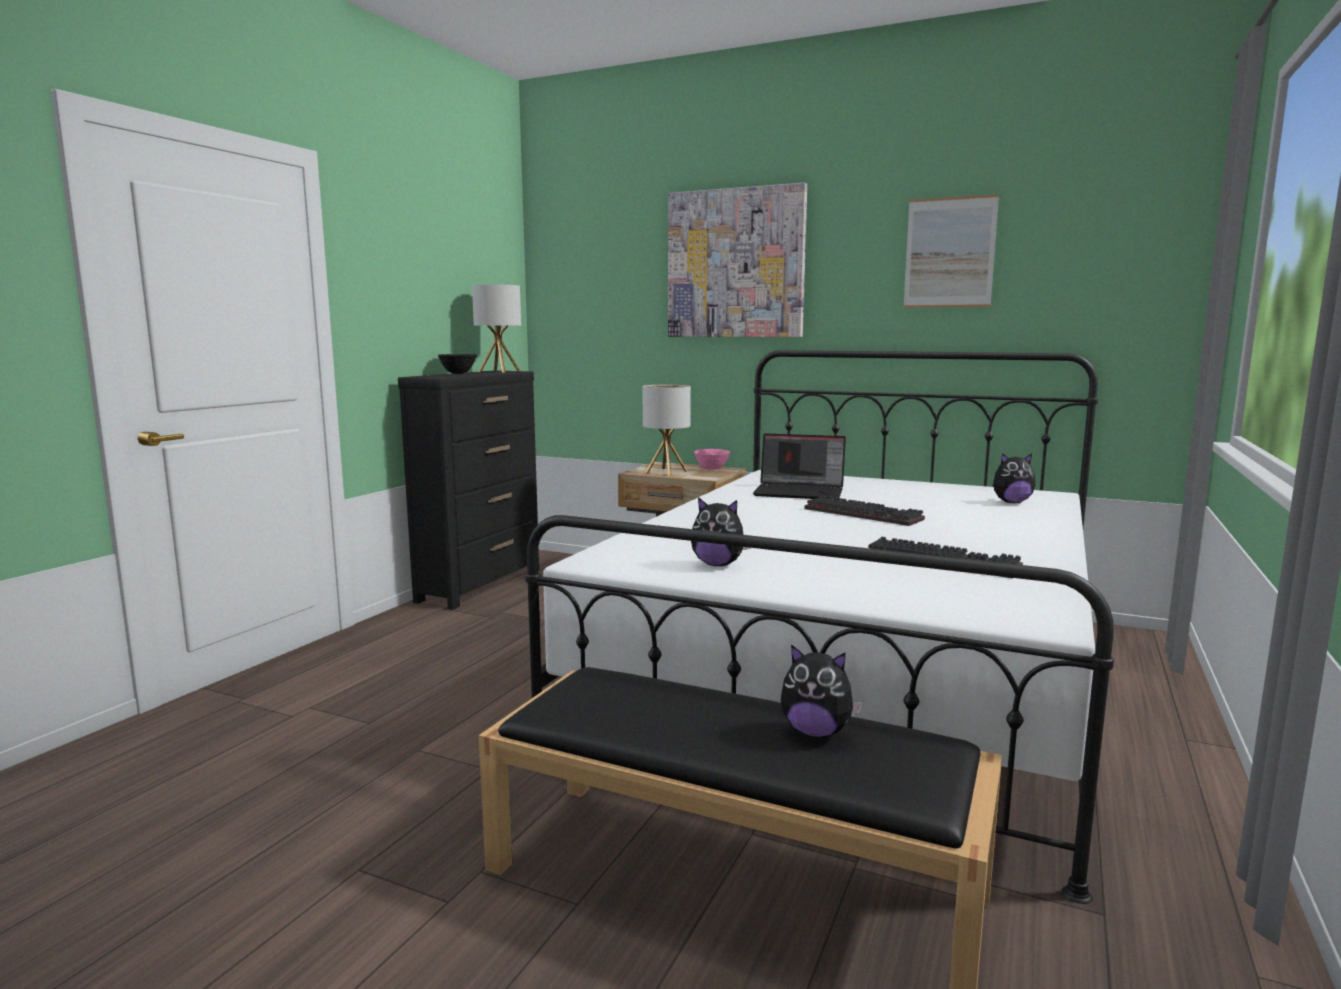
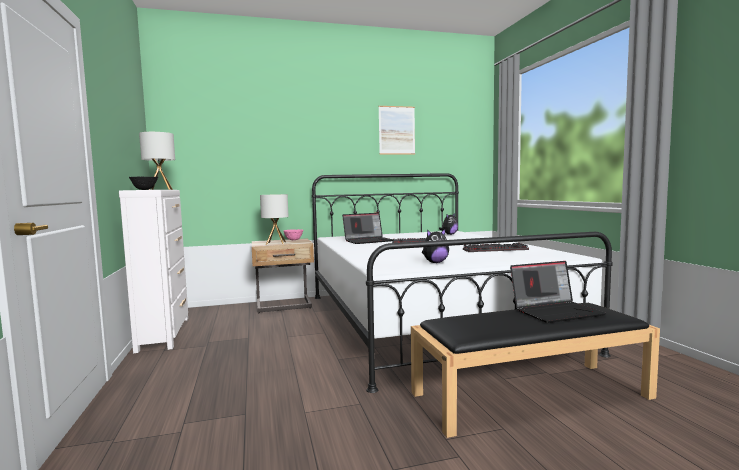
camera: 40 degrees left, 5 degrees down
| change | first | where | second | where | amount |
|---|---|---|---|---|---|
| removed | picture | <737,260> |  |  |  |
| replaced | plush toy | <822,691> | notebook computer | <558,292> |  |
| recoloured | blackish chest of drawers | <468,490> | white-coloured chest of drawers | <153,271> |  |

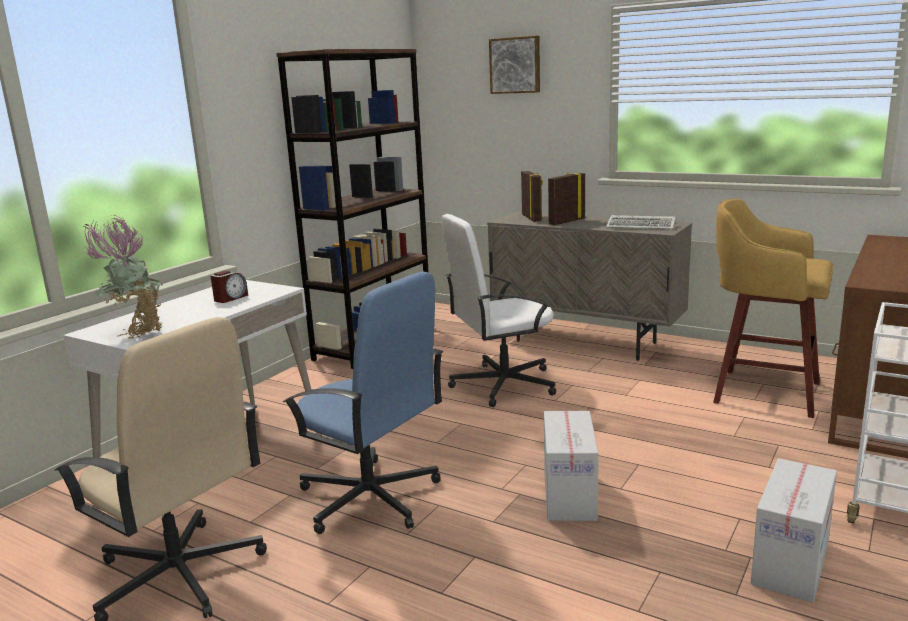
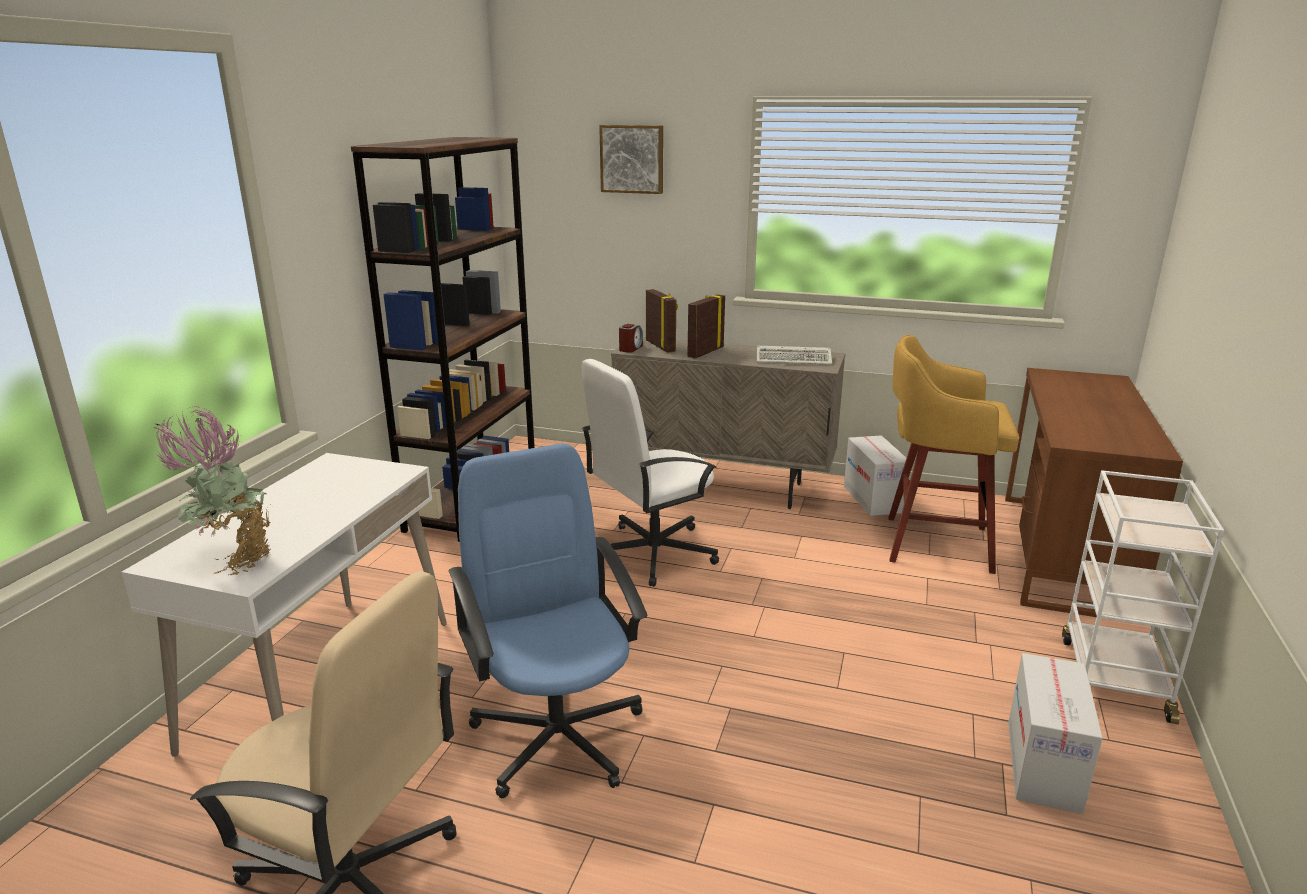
camera: 15 degrees left, 5 degrees up
| change | first | where | second | where | amount |
|---|---|---|---|---|---|
| moved | table clock | <229,287> |  | <631,338> |  |
| moved | cardboard box | <571,466> |  | <876,476> |  |
| turned | bluish computer chair | <363,403> |  | <547,620> | 135 degrees counterclockwise |

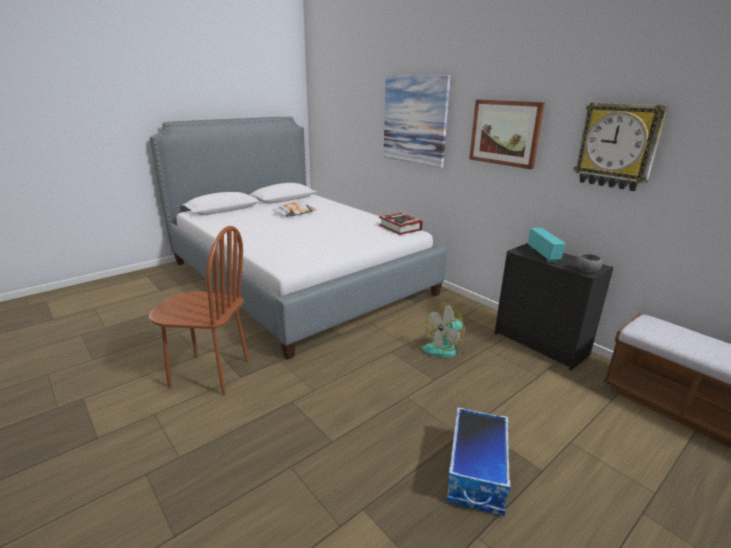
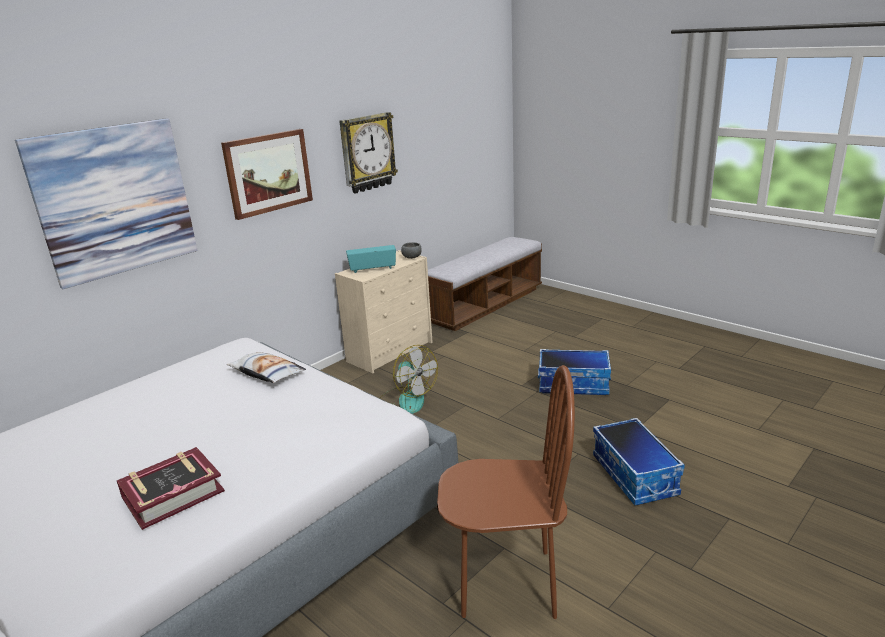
camera: 95 degrees left, 0 degrees up
| change | first | where | second | where | amount |
|---|---|---|---|---|---|
| added |  |  | storage container | <639,461> |  |
| moved | pillow | <294,209> |  | <266,367> |  |
| moved | volume | <401,224> |  | <171,488> |  |
| recoloured | blackish chest of drawers | <554,306> | beige chest of drawers | <384,312> |  |
| turned | brownish plain chair | <199,311> |  | <506,492> | 90 degrees clockwise |

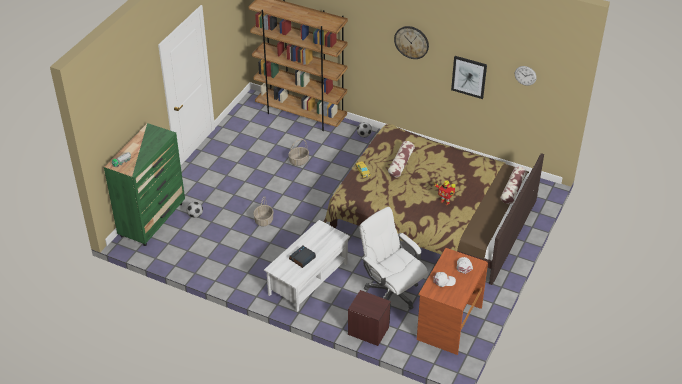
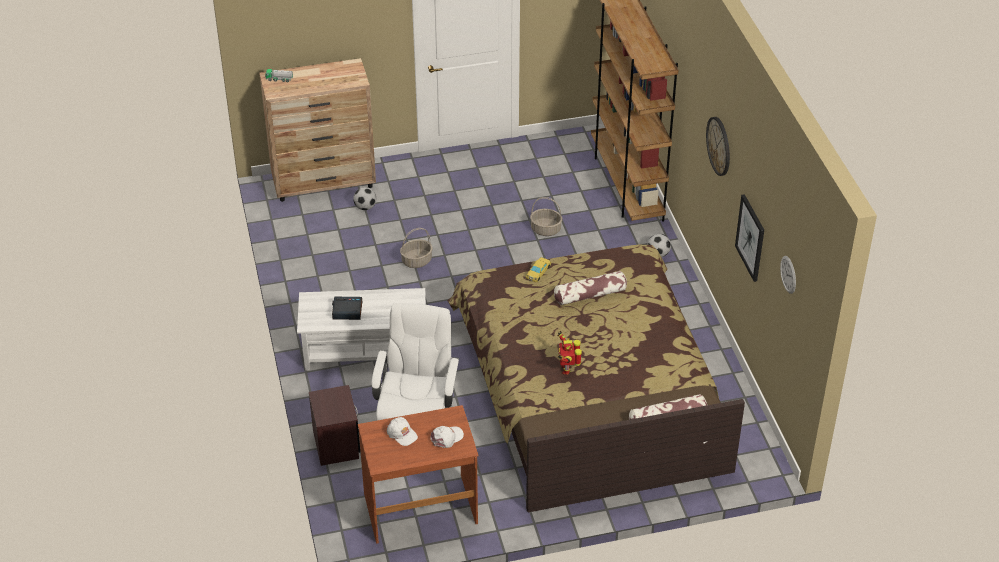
camera: 50 degrees right, 0 degrees up
| change | first | where | second | where | amount |
|---|---|---|---|---|---|
| recoloured | greenish chest of drawers | <144,184> | brownish chest of drawers | <317,130> |  |

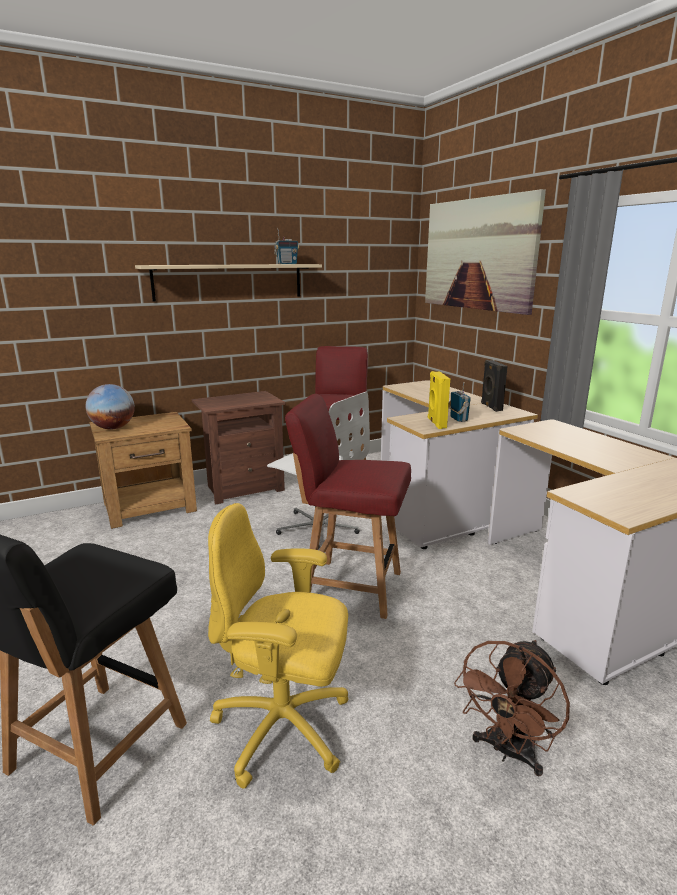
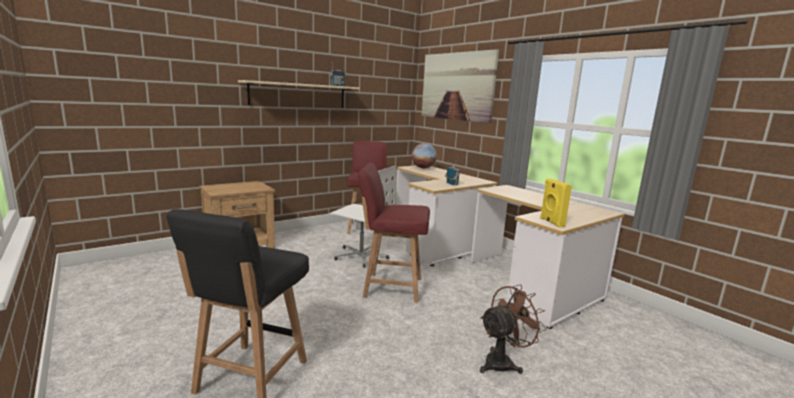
camera: 10 degrees left, 5 degrees down
| change | first | where | second | where | amount |
|---|---|---|---|---|---|
| removed | brownish bedside table | <238,448> |  |  |  |
| removed | yellow-coloured computer chair | <278,646> |  |  |  |
| removed | blackish audio speaker | <494,386> |  |  |  |
| moved | world globe | <110,406> |  | <424,155> |  |
| moved | yellow-coloured audio speaker | <439,400> |  | <556,202> |  |
| turned | brownish fan | <512,708> |  | <513,329> | 150 degrees counterclockwise |

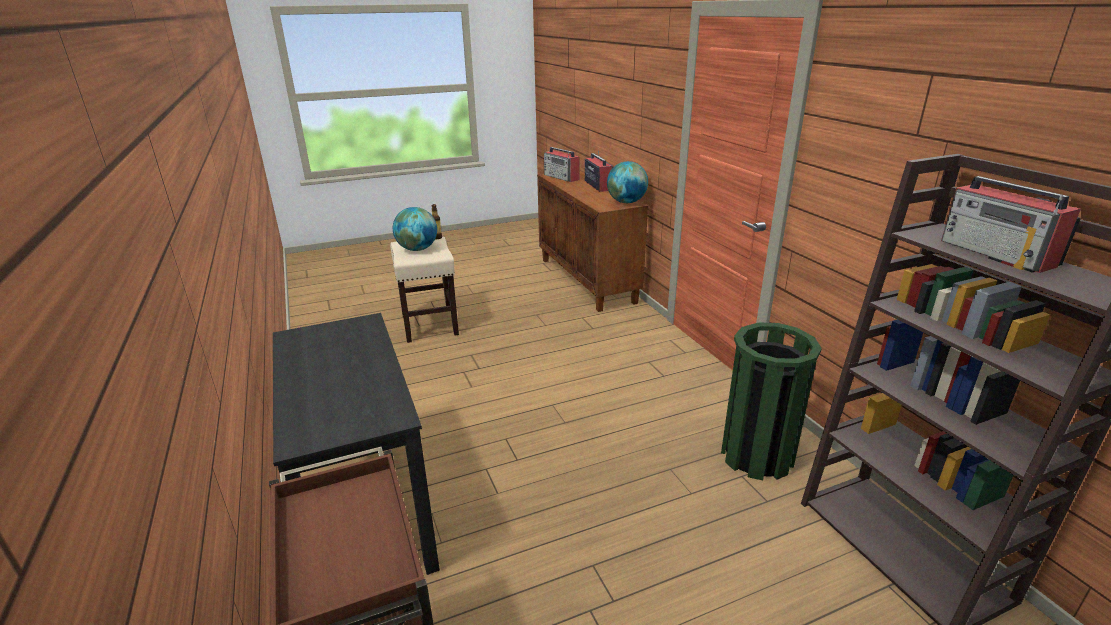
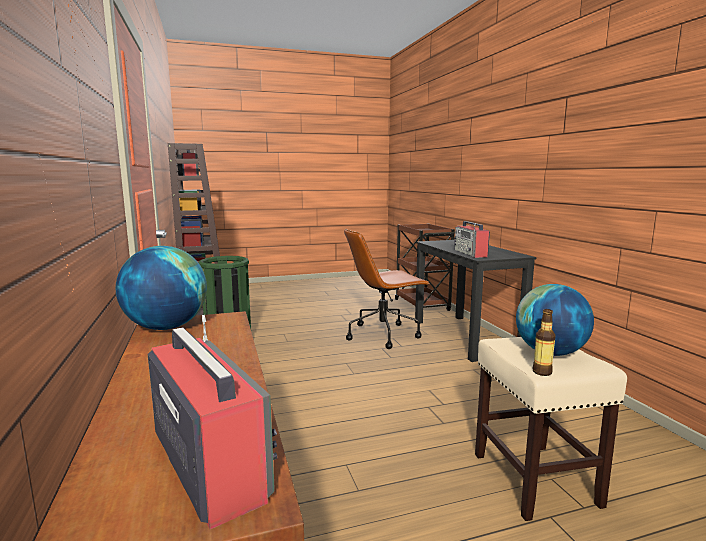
camera: 175 degrees left, 15 degrees down
| change | first | where | second | where | amount |
|---|---|---|---|---|---|
| added |  |  | brownish computer chair | <387,289> |  |
| moved | radio set | <599,171> |  | <472,239> |  |

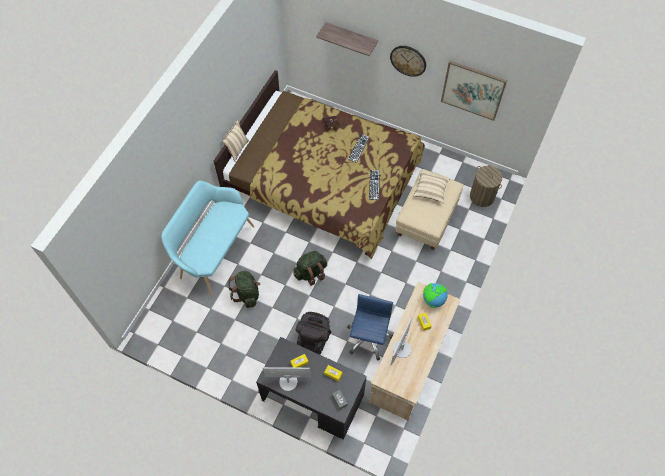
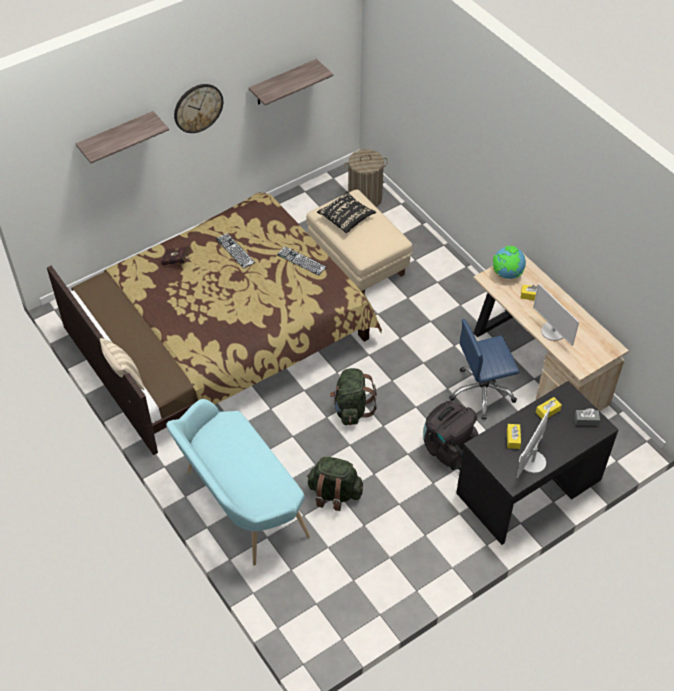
camera: 60 degrees left, 10 degrees down
| change | first | where | second | where | amount |
|---|---|---|---|---|---|
| replaced | picture | <474,91> | bracket shelf | <291,82> |  |
| recoloured | beige pillow | <431,187> | blackish pillow | <346,212> |  |
| turned | bluish computer chair | <370,327> |  | <484,369> | 60 degrees counterclockwise |

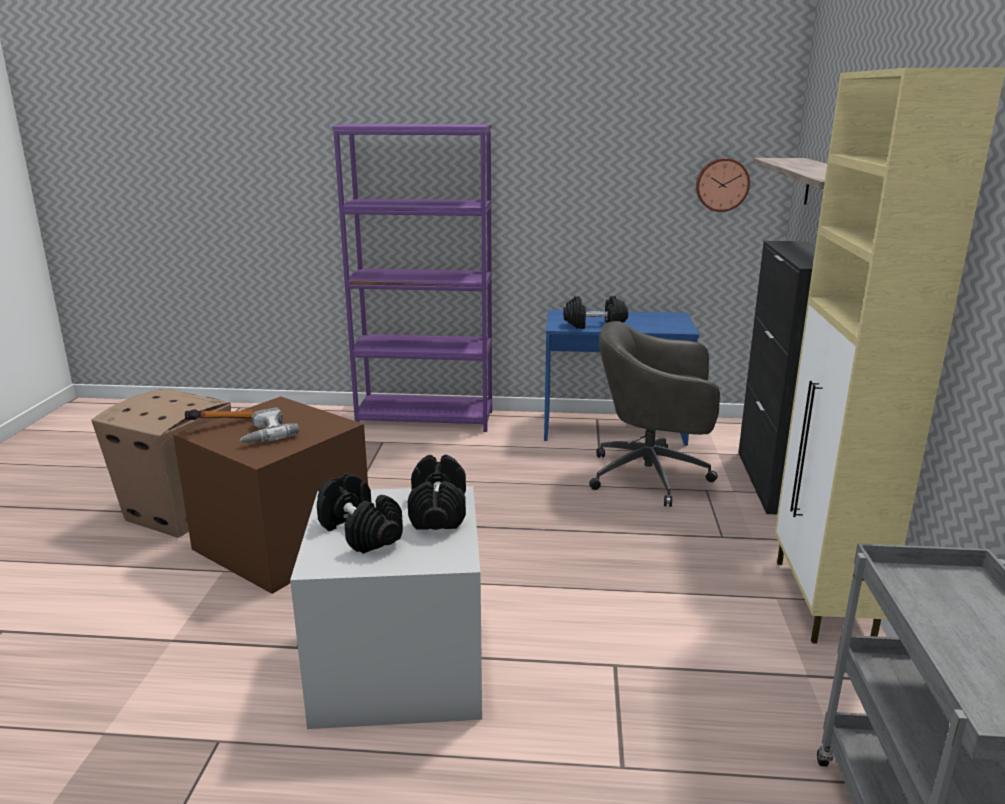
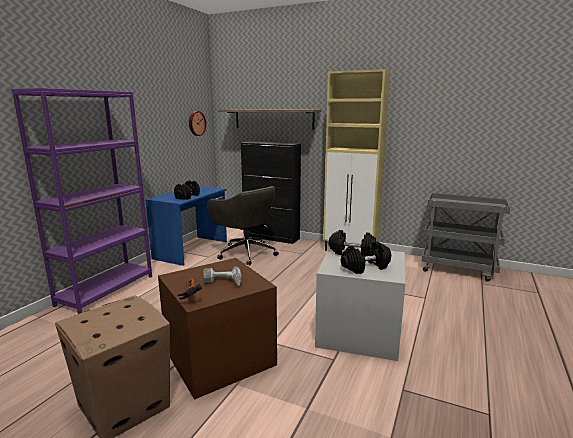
camera: 70 degrees left, 5 degrees down
| change | first | where | second | where | amount |
|---|---|---|---|---|---|
| turned | gray computer chair | <654,414> |  | <243,225> | 75 degrees counterclockwise |

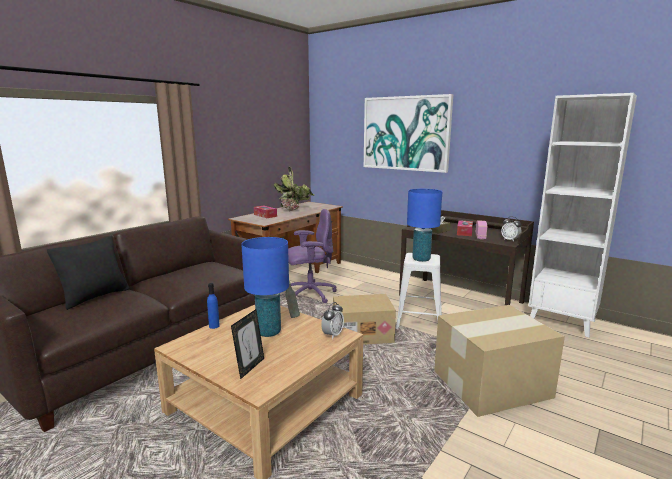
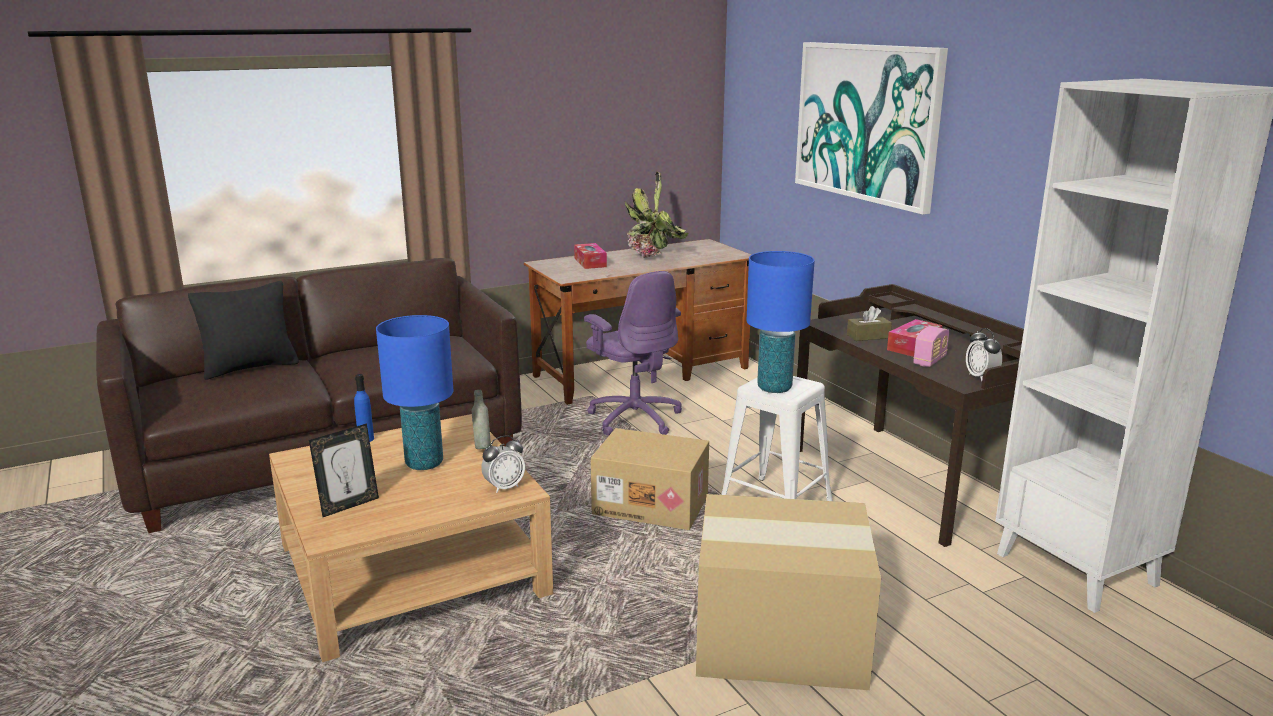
camera: 25 degrees right, 5 degrees up
| change | first | where | second | where | amount |
|---|---|---|---|---|---|
| turned | purple-coloured computer chair | <312,256> |  | <633,353> | 45 degrees clockwise |

